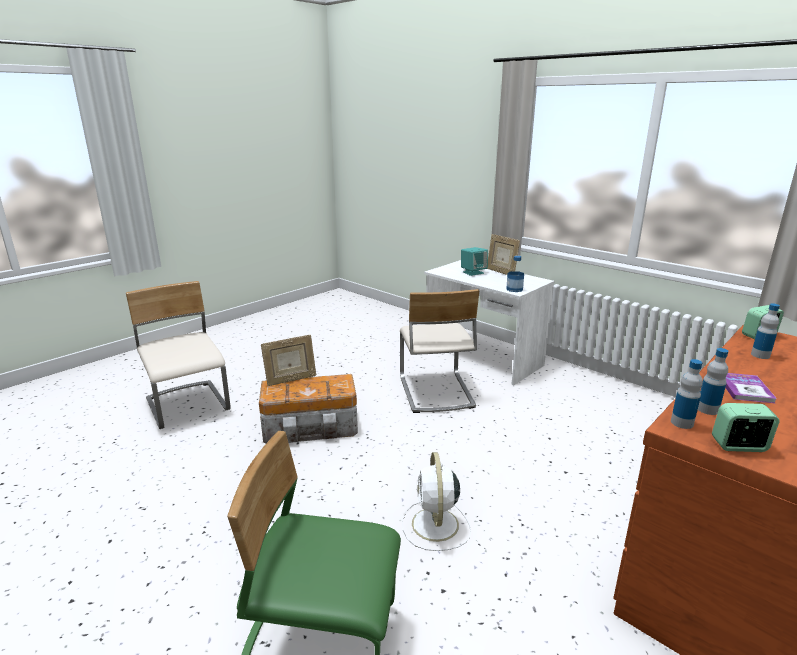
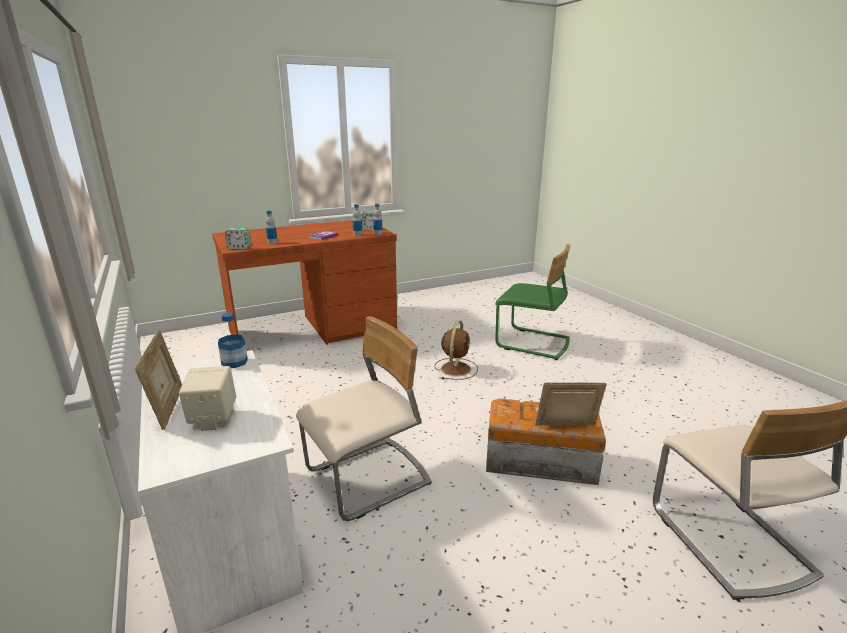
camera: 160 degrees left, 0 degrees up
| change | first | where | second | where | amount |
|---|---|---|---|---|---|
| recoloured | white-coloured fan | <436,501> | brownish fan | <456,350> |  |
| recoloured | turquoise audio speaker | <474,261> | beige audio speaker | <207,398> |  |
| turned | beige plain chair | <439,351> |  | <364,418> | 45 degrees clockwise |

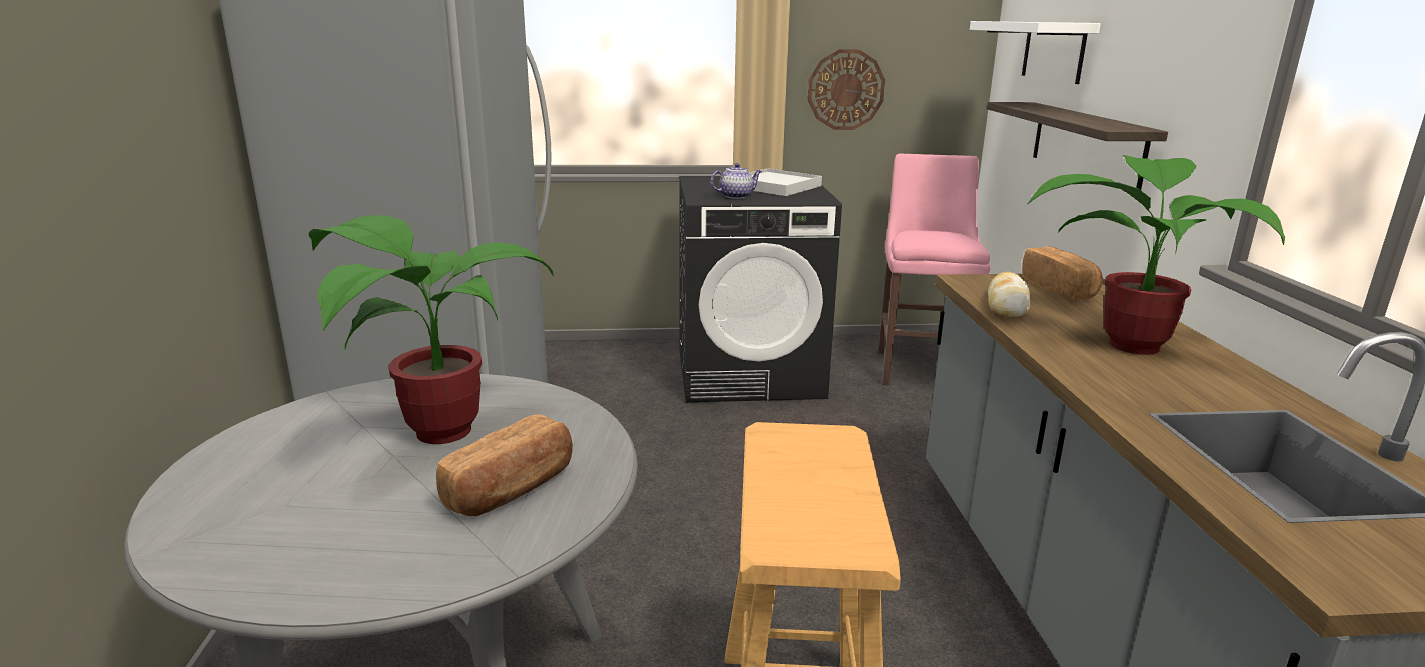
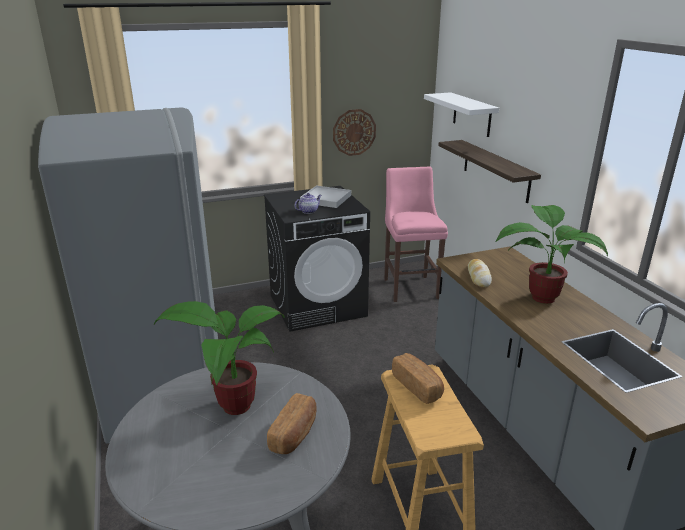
camera: 15 degrees left, 5 degrees up
| change | first | where | second | where | amount |
|---|---|---|---|---|---|
| moved | bread | <1062,273> |  | <418,378> |  |

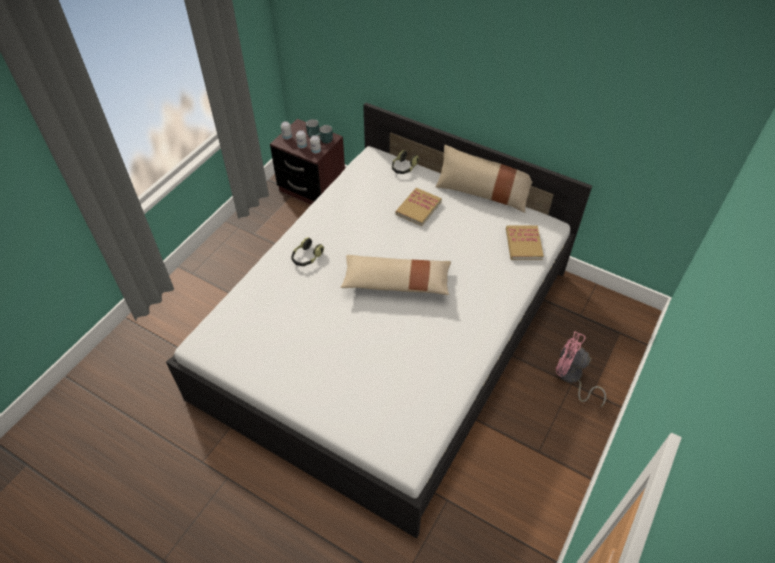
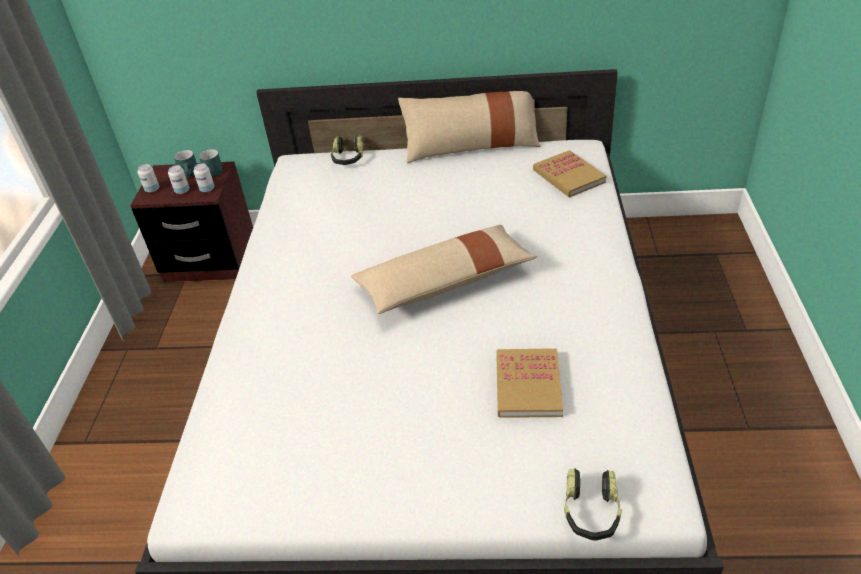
camera: 25 degrees left, 10 degrees down
| change | first | where | second | where | amount |
|---|---|---|---|---|---|
| removed | pink fan | <581,369> |  |  |  |
| moved | headset | <307,251> |  | <593,504> |  |
| moved | volume | <418,207> |  | <529,383> |  |

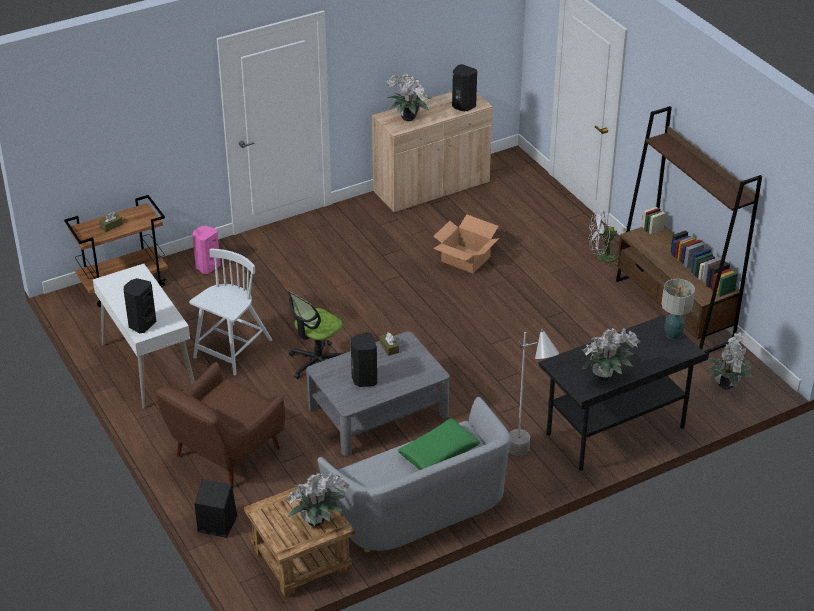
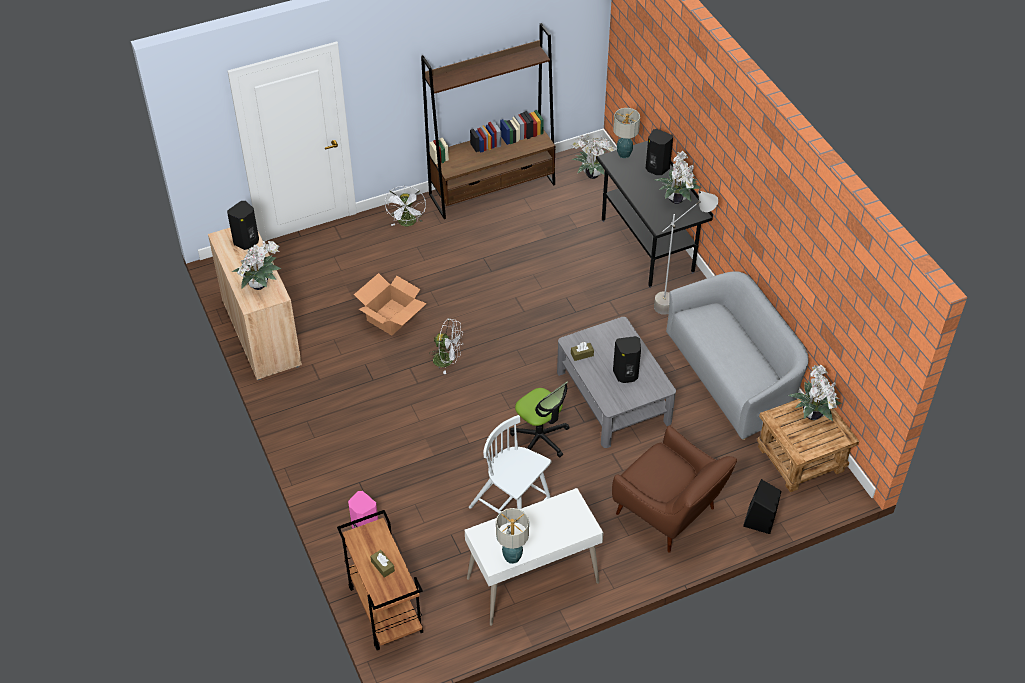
camera: 85 degrees left, 10 degrees up
| change | first | where | second | where | amount |
|---|---|---|---|---|---|
| removed | greenish pillow | <439,444> |  |  |  |
| added |  |  | white-coloured fan | <446,346> |  |
| added |  |  | table lamp | <512,536> |  |
| moved | blackish audio speaker | <140,305> |  | <659,152> |  |

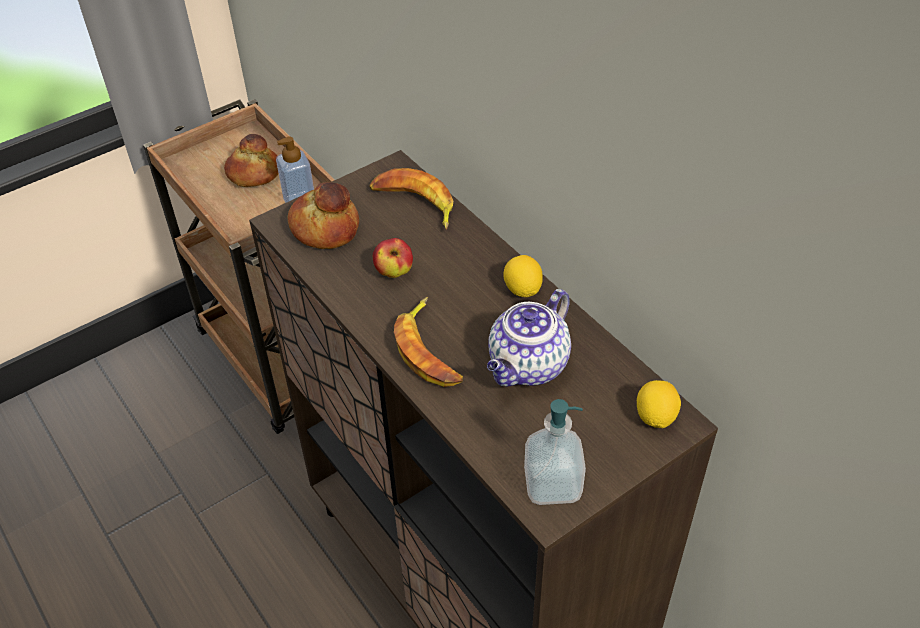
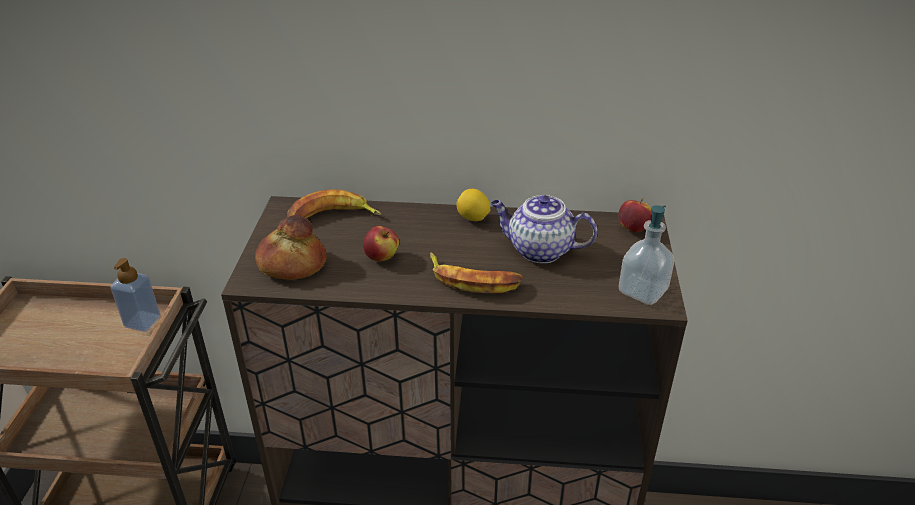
camera: 50 degrees left, 10 degrees down
| change | first | where | second | where | amount |
|---|---|---|---|---|---|
| removed | bread | <251,160> |  |  |  |
| replaced | whole lemon | <659,404> | whole apple | <635,215> |  |
| turned | tea pot | <529,337> |  | <544,229> | 120 degrees clockwise |

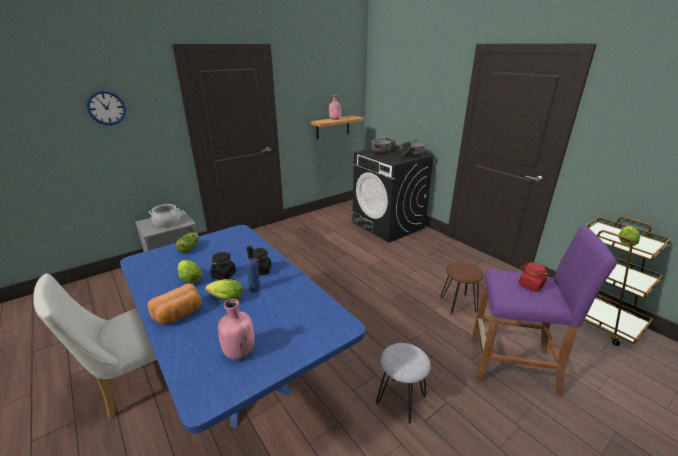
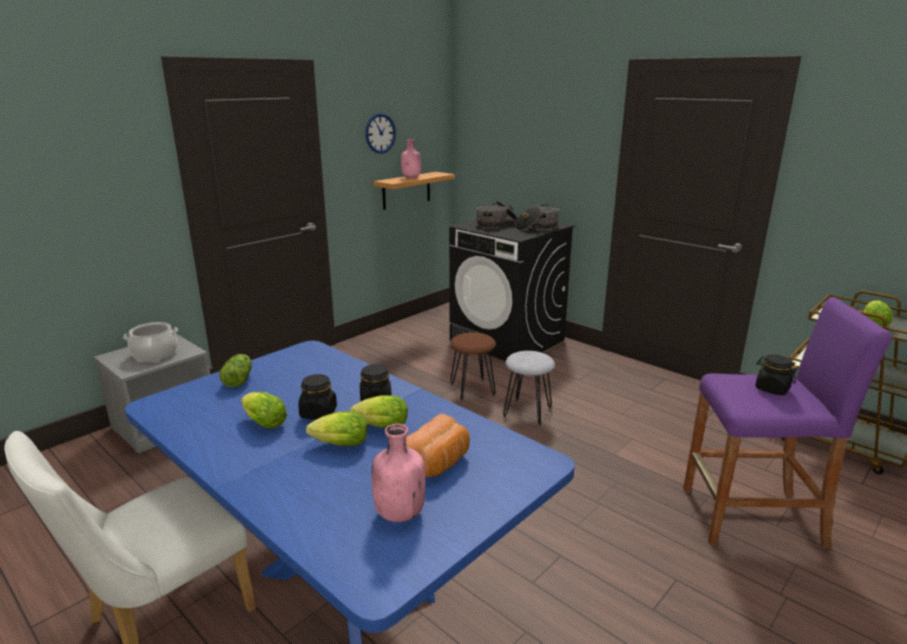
camera: 10 degrees left, 5 degrees down
| change | first | where | second | where | amount |
|---|---|---|---|---|---|
| moved | wall clock | <106,107> |  | <381,133> |  |
| moved | bread | <174,303> |  | <438,445> |  |
| moved | gray sitting stool | <403,383> |  | <529,388> |  |
| moved | brownish sitting stool | <462,288> |  | <473,366> |  |
| replaced | bluish beverage bottle | <253,269> | head of lettuce | <379,411> |  |
| recoloured | red-coloured jar | <533,277> | blackish jar | <776,374> |  |

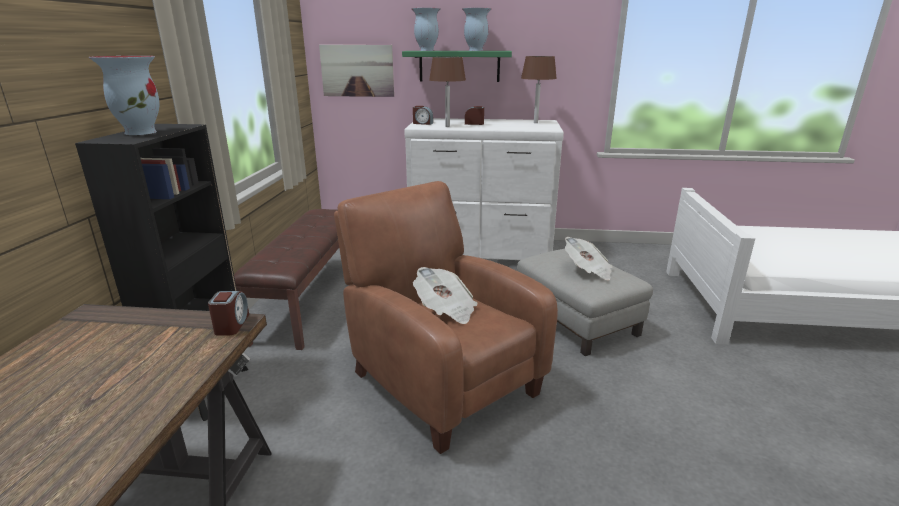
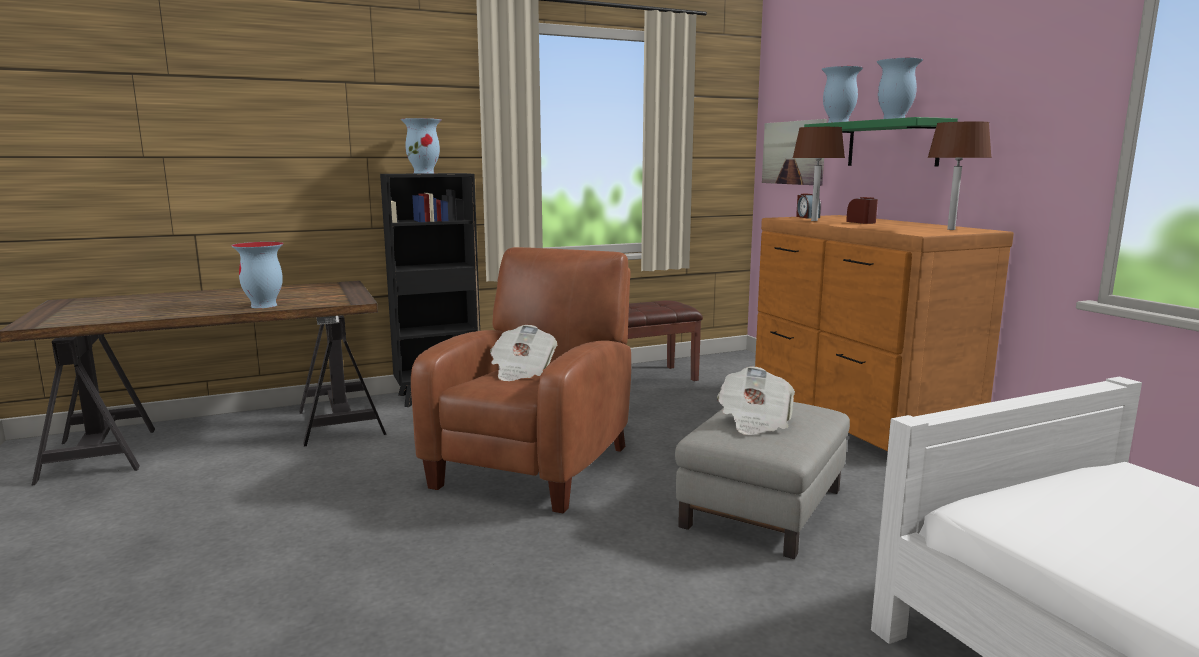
camera: 60 degrees right, 10 degrees down
| change | first | where | second | where | amount |
|---|---|---|---|---|---|
| removed | table clock | <228,313> |  |  |  |
| added |  |  | decorative vase | <257,275> |  |
| recoloured | white-coloured chest of drawers | <484,189> | brownish chest of drawers | <884,333> |  |

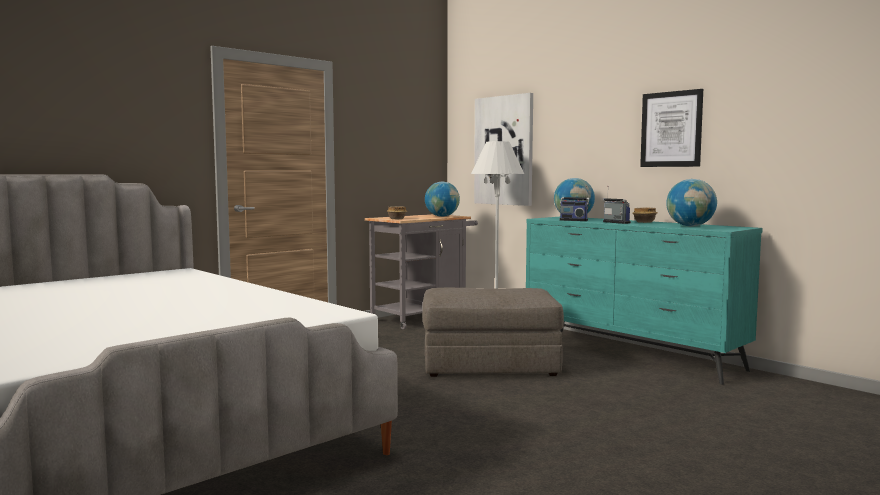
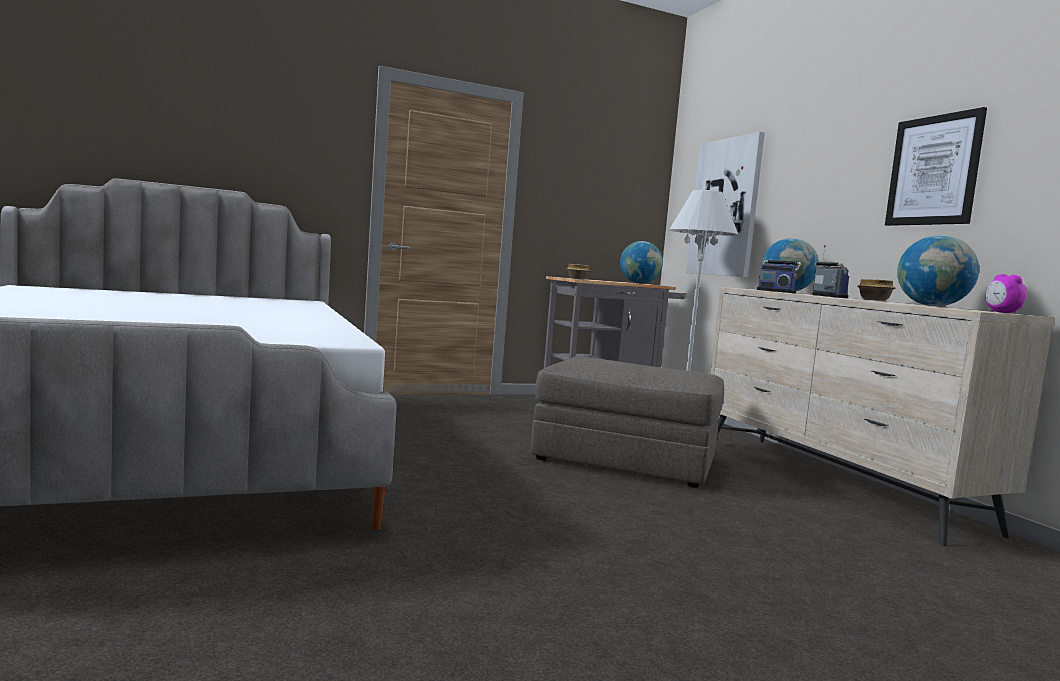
camera: 20 degrees right, 0 degrees up
| change | first | where | second | where | amount |
|---|---|---|---|---|---|
| added |  |  | table clock | <1006,293> |  |
| recoloured | turquoise chest of drawers | <644,300> | beige chest of drawers | <883,416> |  |

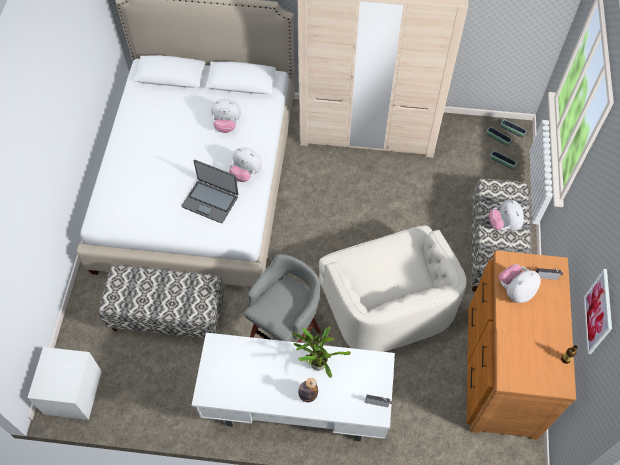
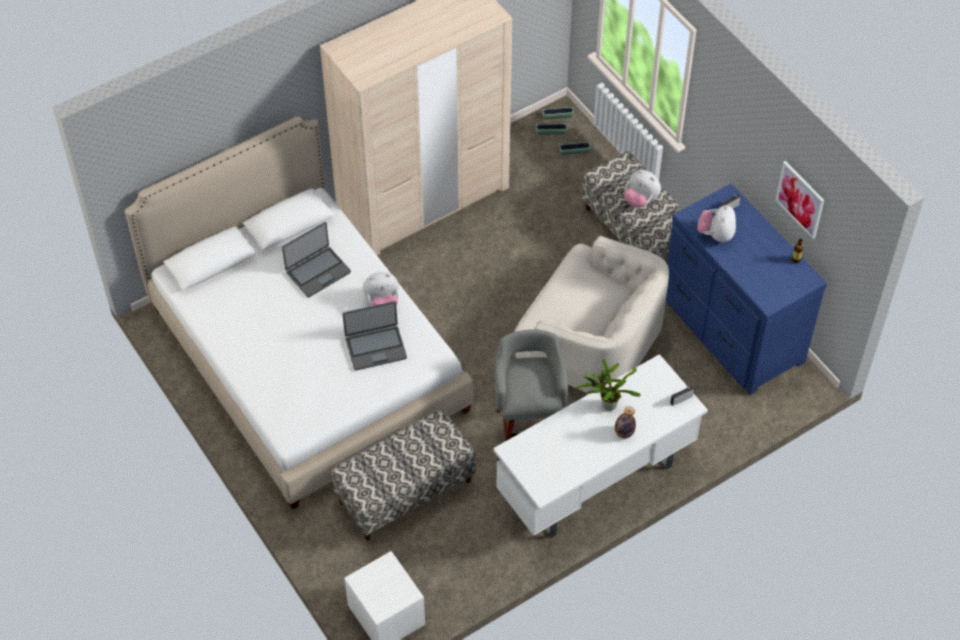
camera: 40 degrees left, 5 degrees down
| change | first | where | second | where | amount |
|---|---|---|---|---|---|
| replaced | plush toy | <226,116> | notebook computer | <316,260> |  |
| recoloured | brownish chest of drawers | <521,345> | bluish chest of drawers | <746,289> |  |

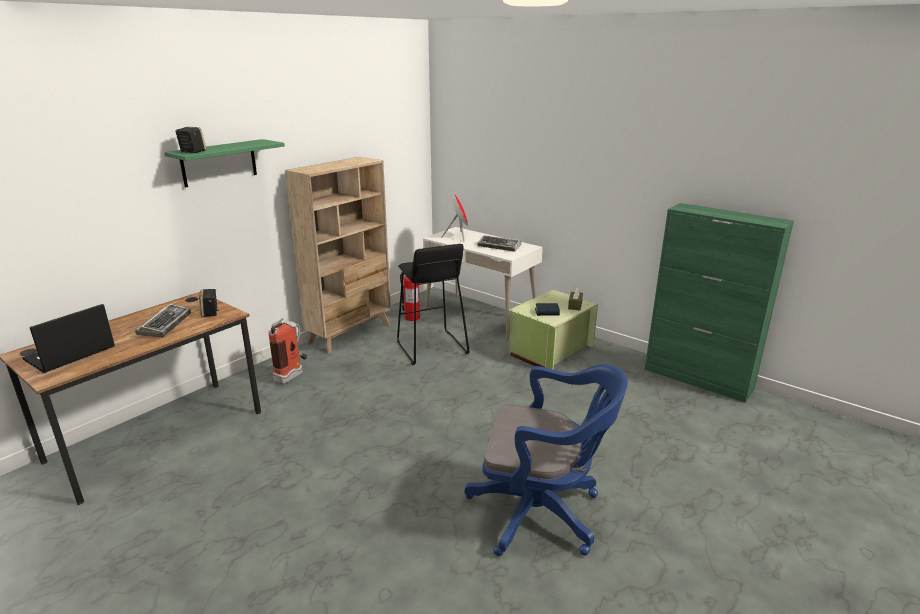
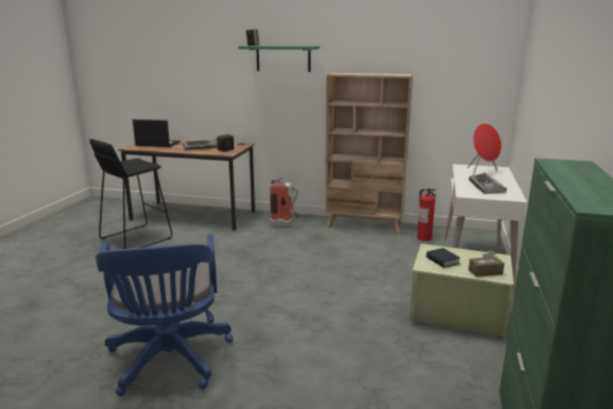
camera: 65 degrees right, 5 degrees down
| change | first | where | second | where | amount |
|---|---|---|---|---|---|
| moved | blackish sitting stool | <433,304> |  | <131,194> |  |

